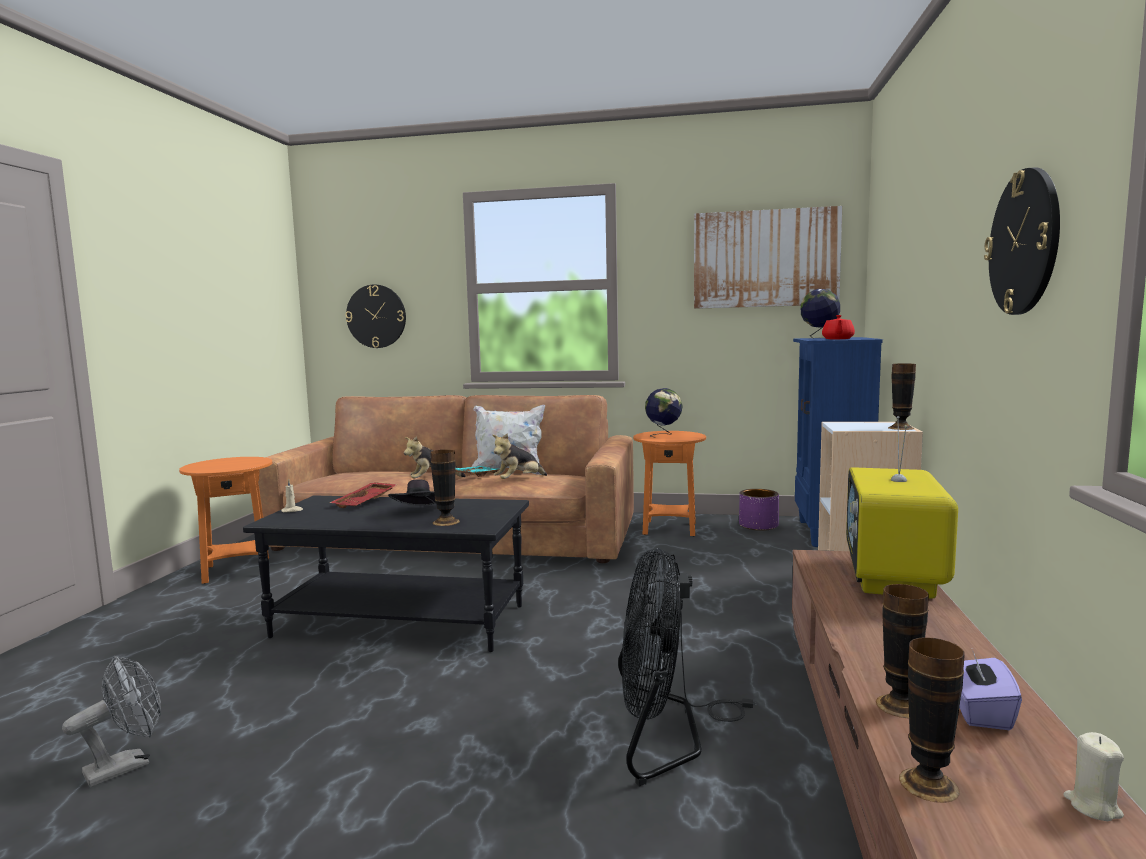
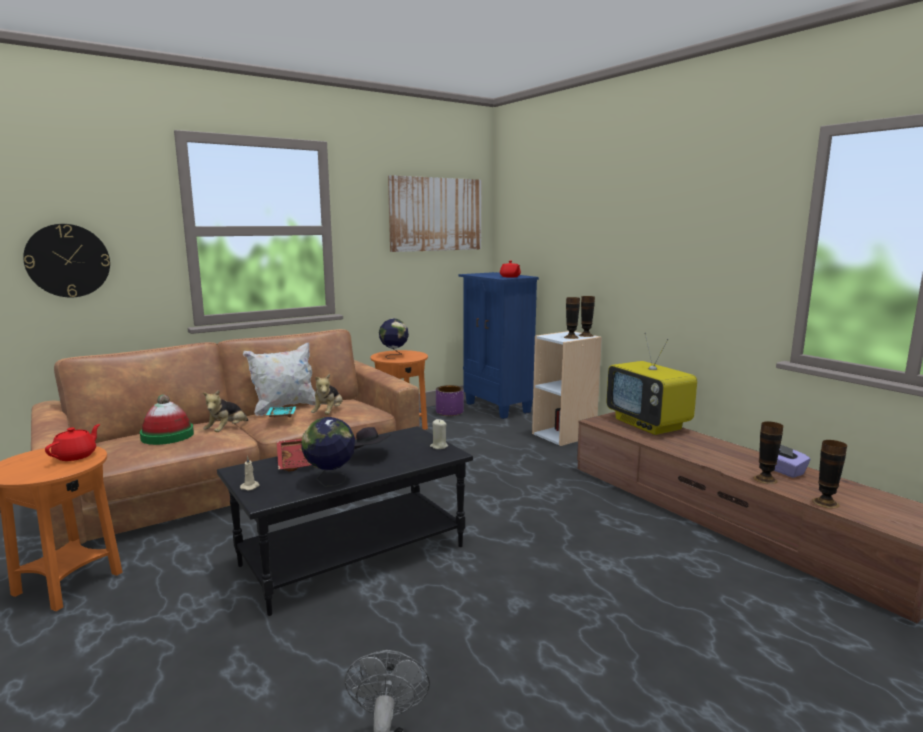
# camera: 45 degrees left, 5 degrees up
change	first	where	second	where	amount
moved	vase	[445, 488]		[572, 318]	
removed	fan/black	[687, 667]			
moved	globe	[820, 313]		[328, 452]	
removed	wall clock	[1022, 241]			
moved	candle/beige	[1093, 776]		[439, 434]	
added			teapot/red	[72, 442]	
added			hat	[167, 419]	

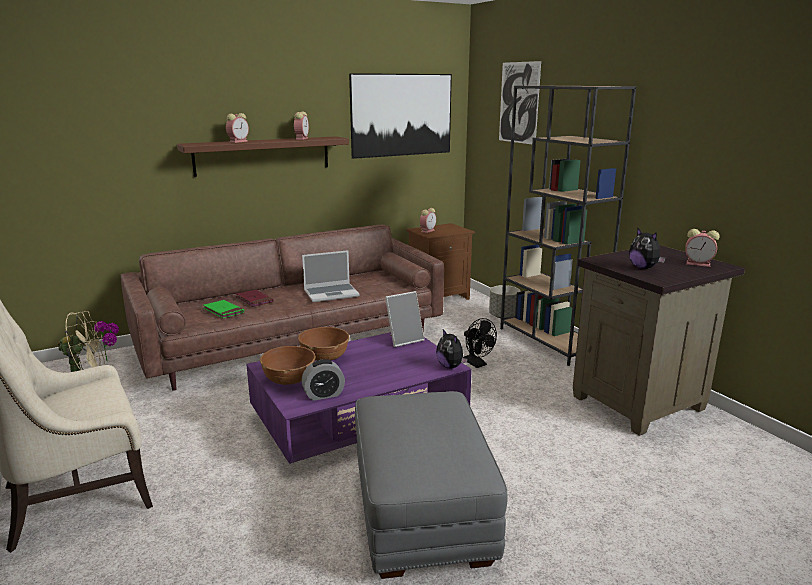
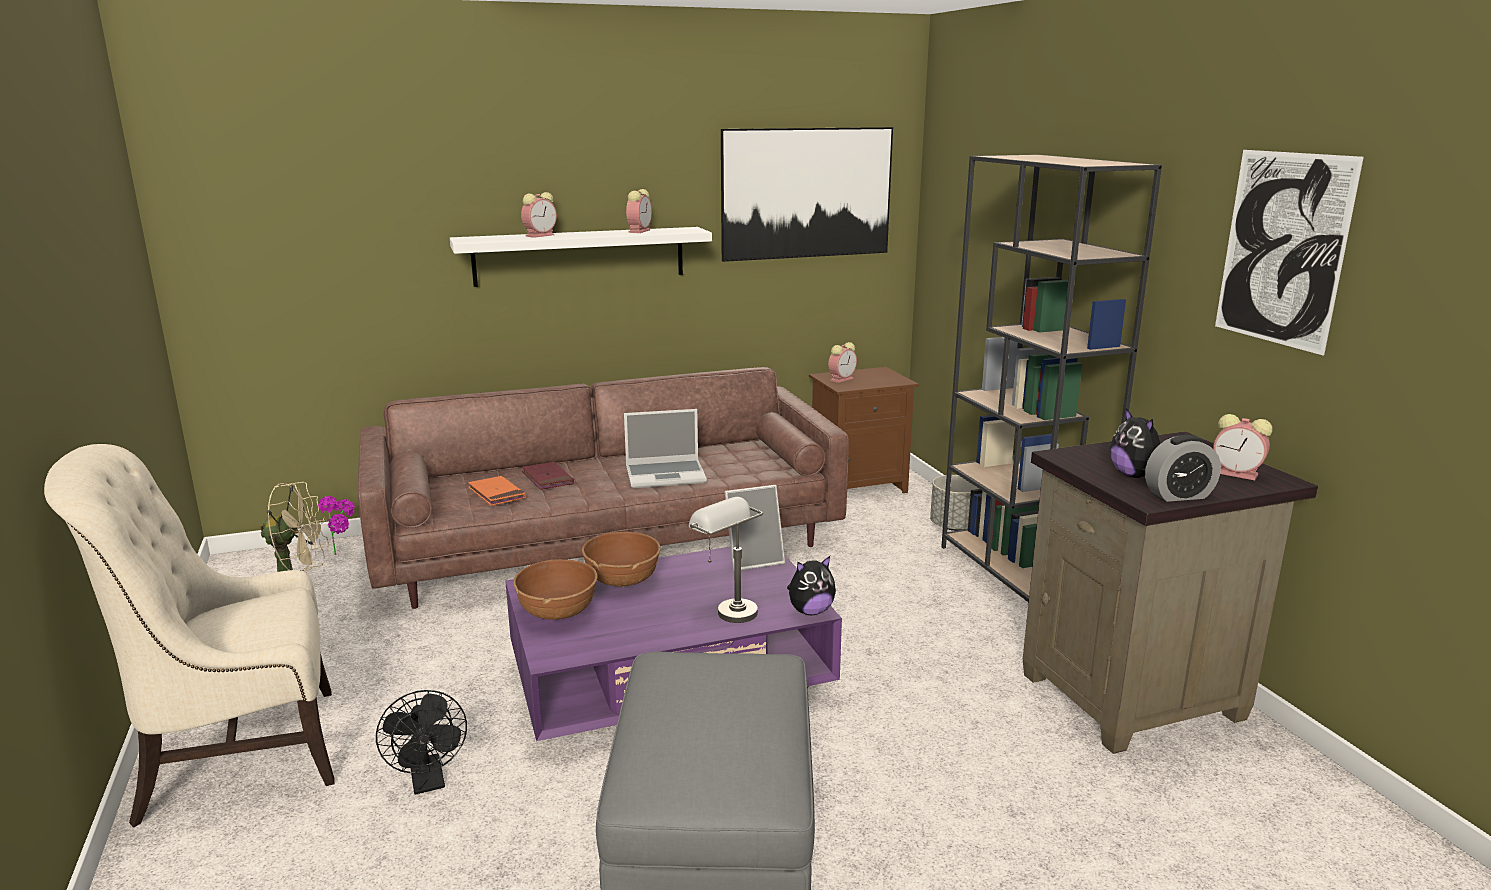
# camera: 10 degrees right, 0 degrees up
change	first	where	second	where	amount
recoloured	shelf/brown	[263, 156]	shelf/white	[581, 257]	
recoloured	book/green	[223, 309]	book/orange	[497, 491]	
moved	alarm clock	[323, 380]		[1183, 468]	
turned	plush toy	[452, 349]		[811, 585]	90 degrees counterclockwise
moved	fan/black	[480, 343]		[421, 742]	
moved	picture	[520, 102]		[1289, 253]	
added			table lamp/grey	[726, 560]	

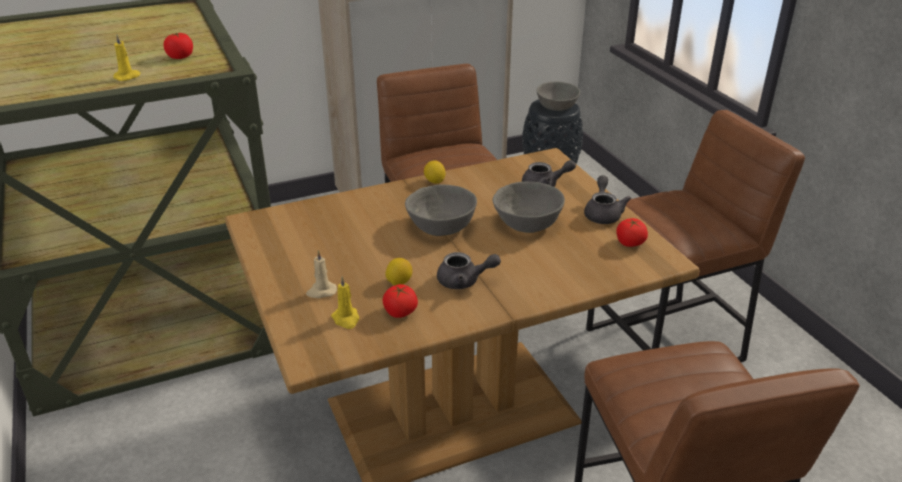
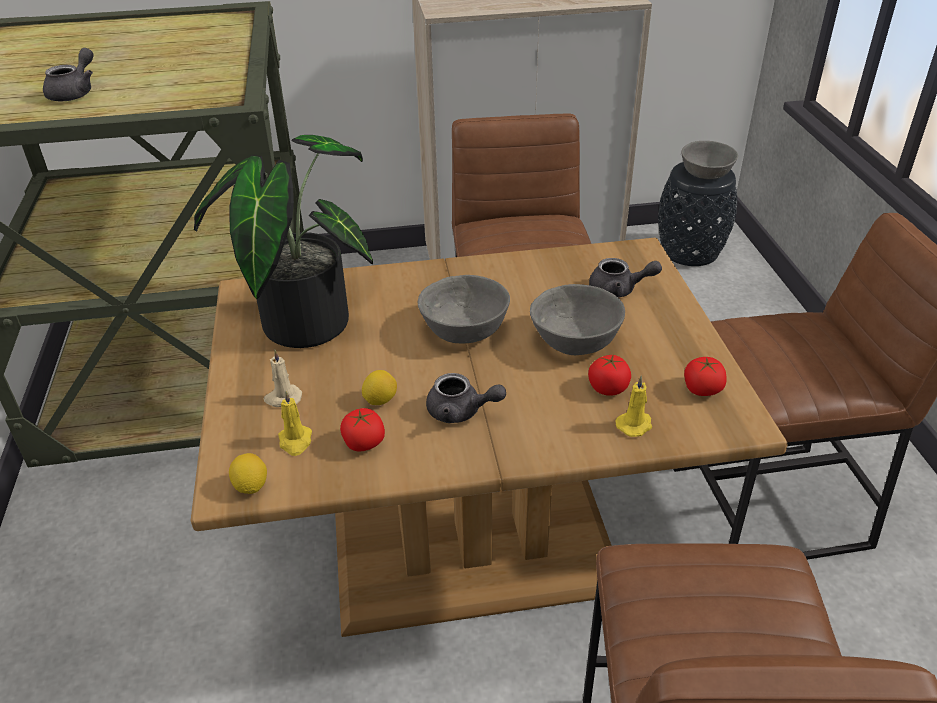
# camera: 15 degrees right, 5 degrees up
change	first	where	second	where	amount
moved	candle/yellow	[127, 57]		[633, 406]	
moved	tomato	[178, 46]		[609, 375]	
moved	lemon	[434, 172]		[248, 473]	
moved	teapot/grey	[607, 199]		[68, 74]	
added			potted plant	[283, 241]	

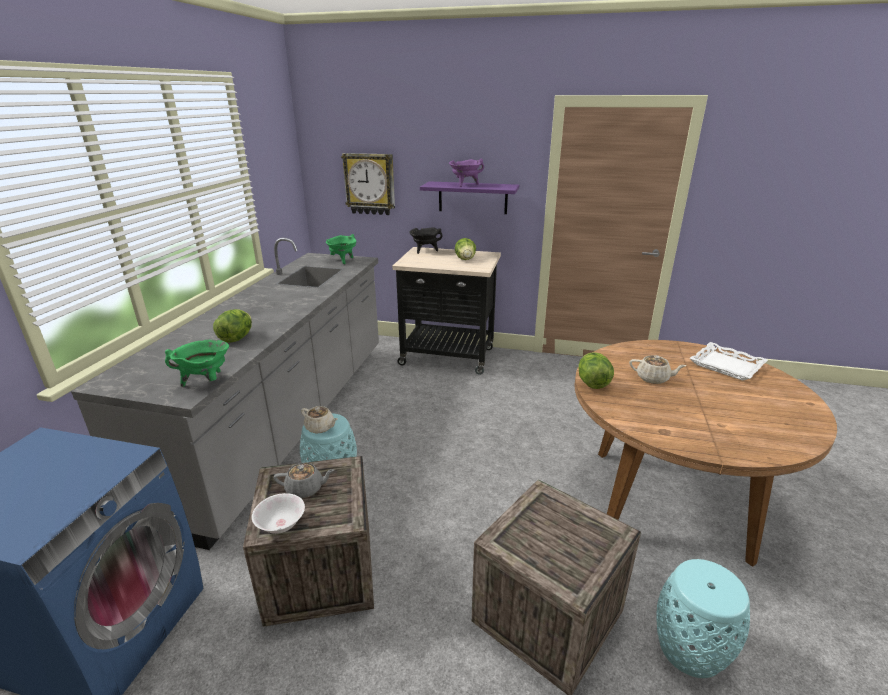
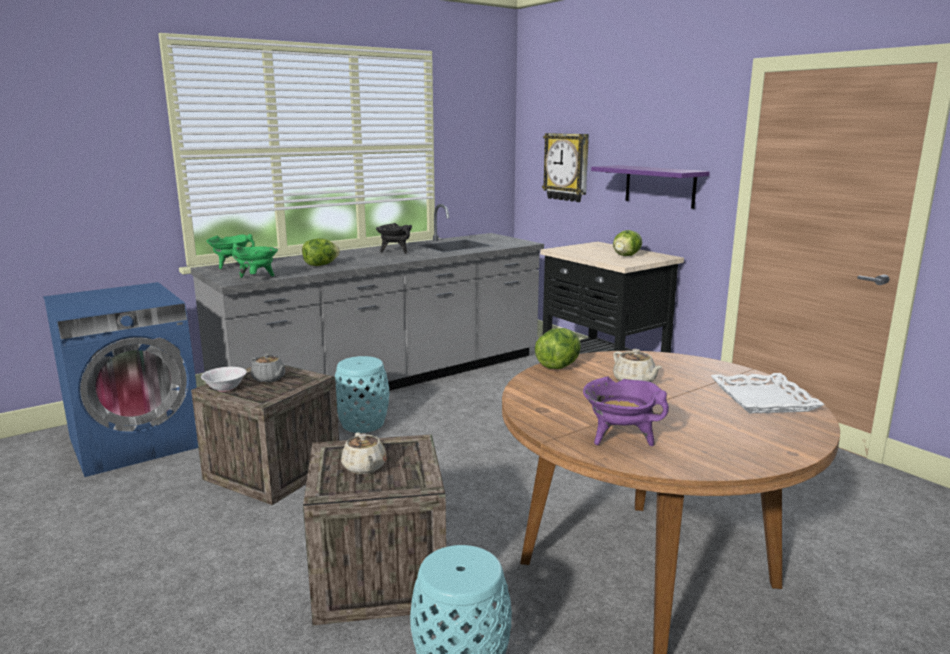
# camera: 40 degrees right, 10 degrees down
change	first	where	second	where	amount
moved	teapot/beige	[319, 419]		[363, 453]	
moved	cooking pot/green	[341, 249]		[231, 251]	
moved	cooking pot/black	[425, 240]		[394, 238]	
moved	cooking pot/purple	[466, 172]		[626, 411]	

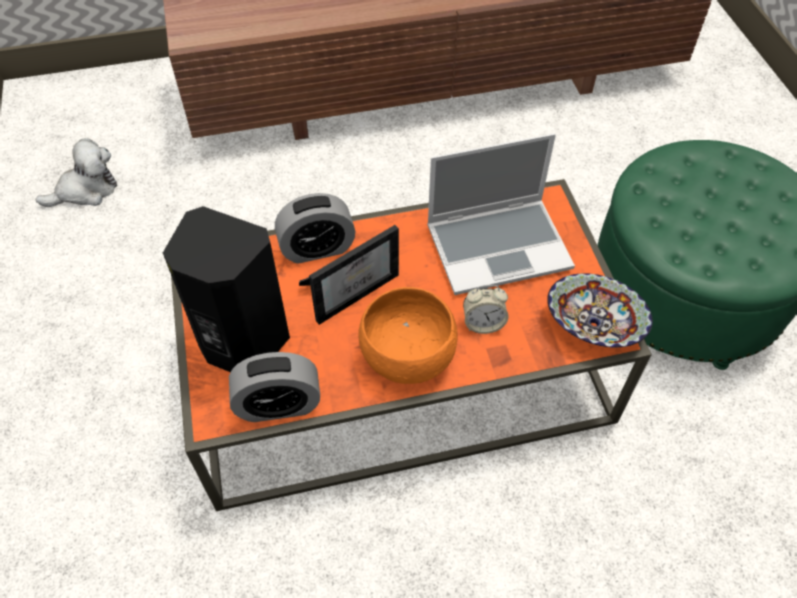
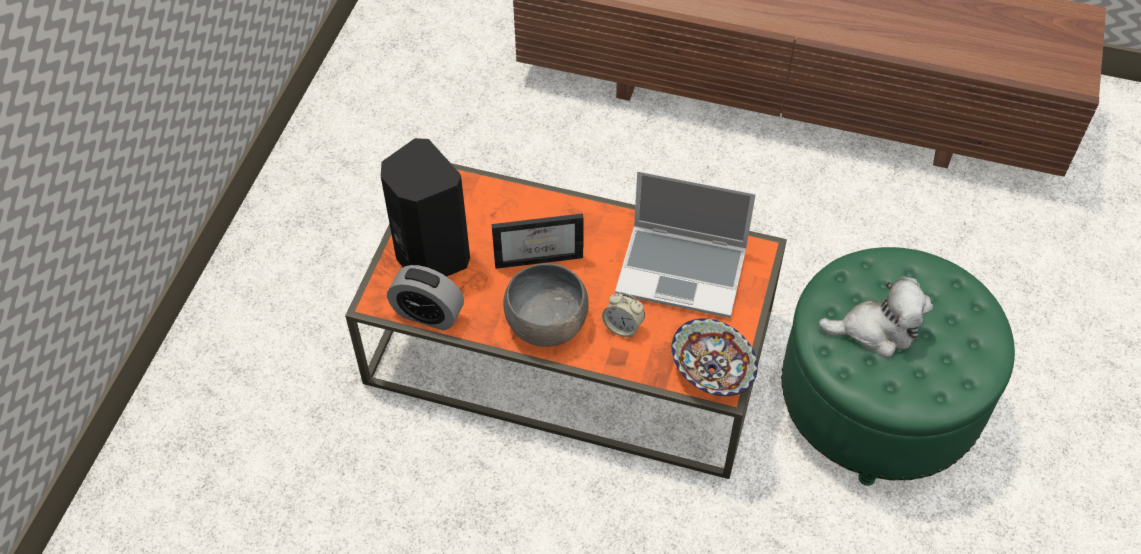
# camera: 30 degrees right, 0 degrees up
change	first	where	second	where	amount
moved	plush toy	[76, 172]		[875, 317]	
removed	alarm clock	[315, 228]			
recoloured	bowl/orange	[408, 335]	bowl/grey	[546, 305]	

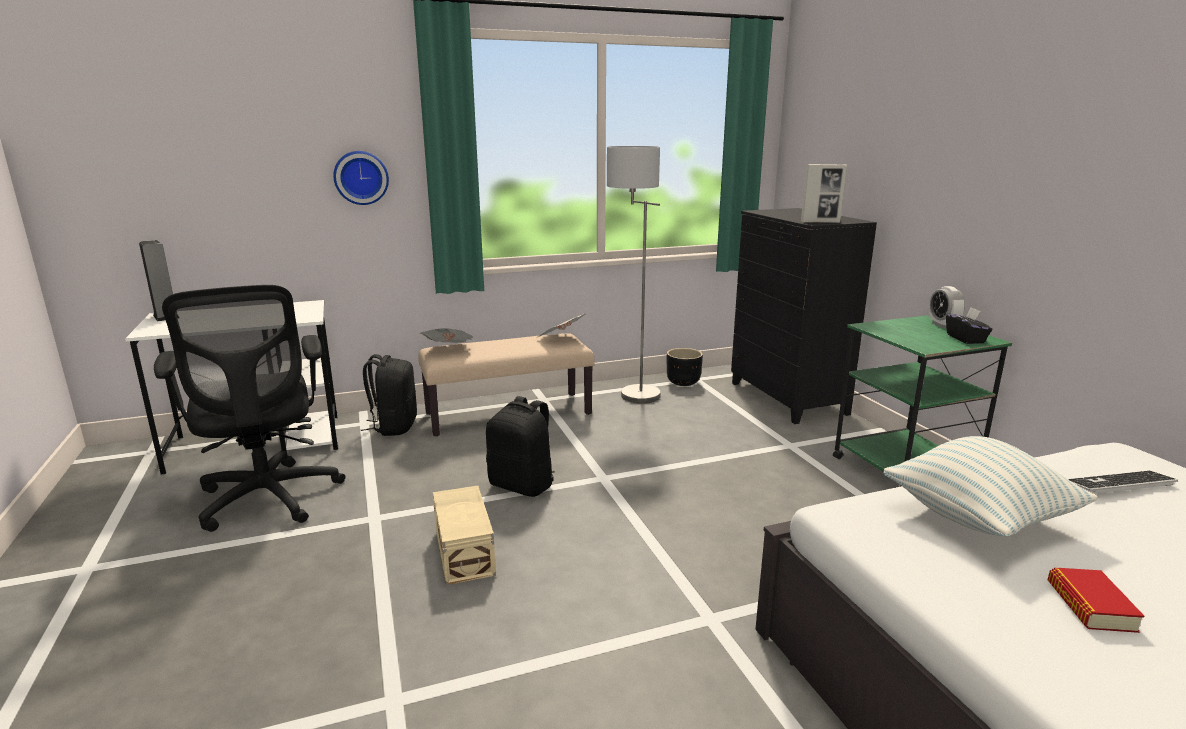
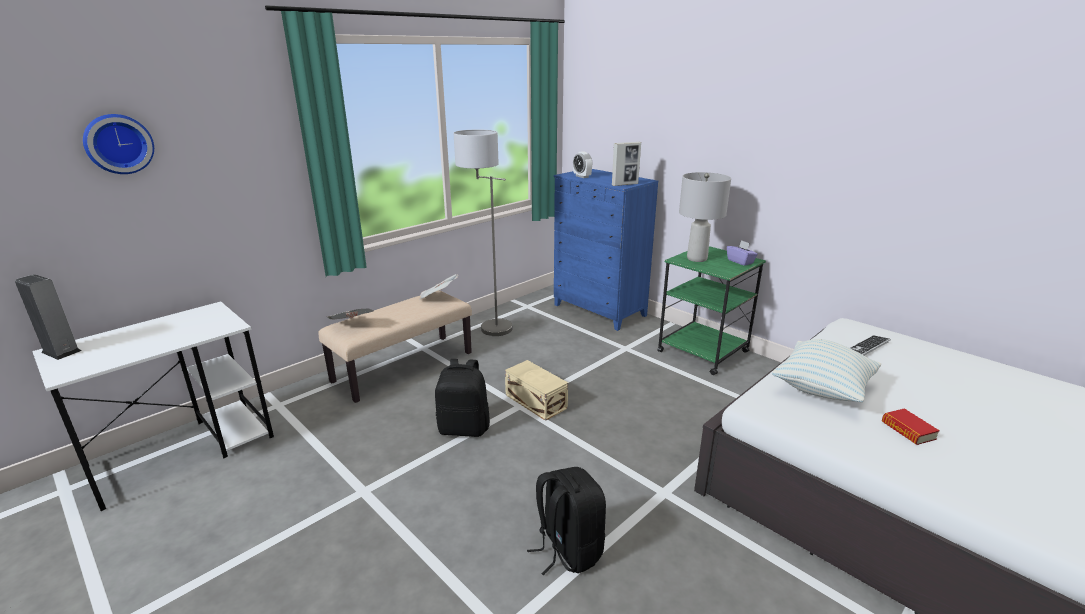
# camera: 25 degrees left, 5 degrees up
change	first	where	second	where	amount
removed	office chair/black	[249, 408]			
moved	wall clock	[361, 178]		[118, 144]	
moved	backpack/black	[389, 395]		[566, 521]	
moved	storage box/beige	[464, 535]		[536, 390]	
removed	planter/black	[685, 367]			
recoloured	dresser/black	[804, 316]	dresser/blue	[606, 250]	
moved	alarm clock	[947, 307]		[582, 164]	
recoloured	tissue box/black	[969, 325]	tissue box/purple	[742, 253]	
added			table lamp/grey	[705, 217]	

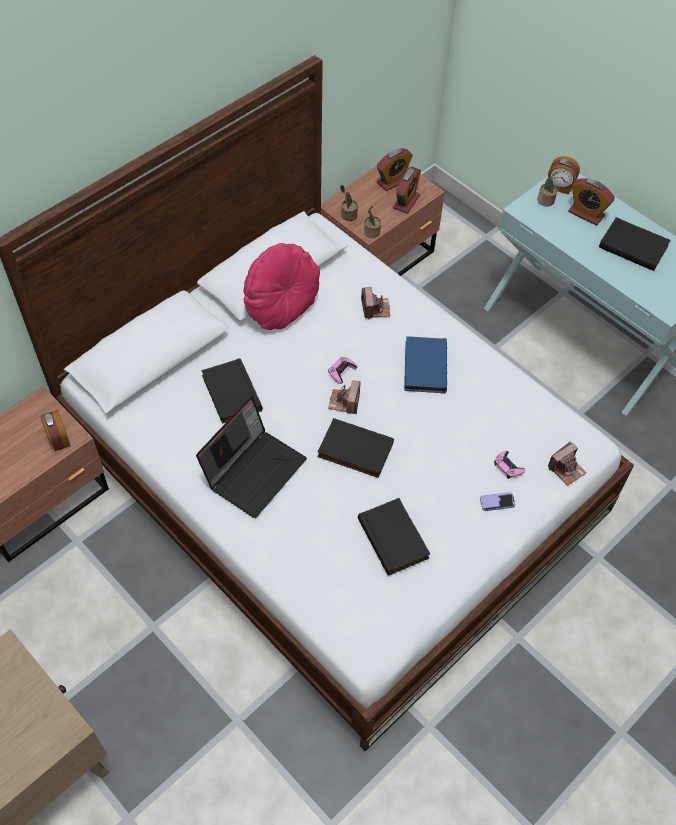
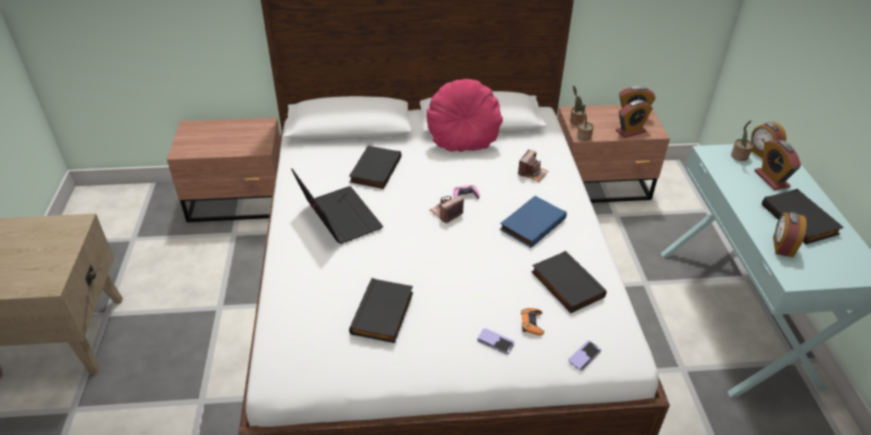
# camera: 40 degrees right, 15 degrees down
change	first	where	second	where	amount
moved	alarm clock	[56, 430]		[790, 234]	
turned	laptop	[251, 457]		[337, 206]	105 degrees counterclockwise
moved	book/black	[355, 448]		[569, 282]	
recoloured	game controller/pink	[509, 465]	game controller/orange	[532, 321]	
replaced	photo camera	[567, 463]	phone	[584, 355]	

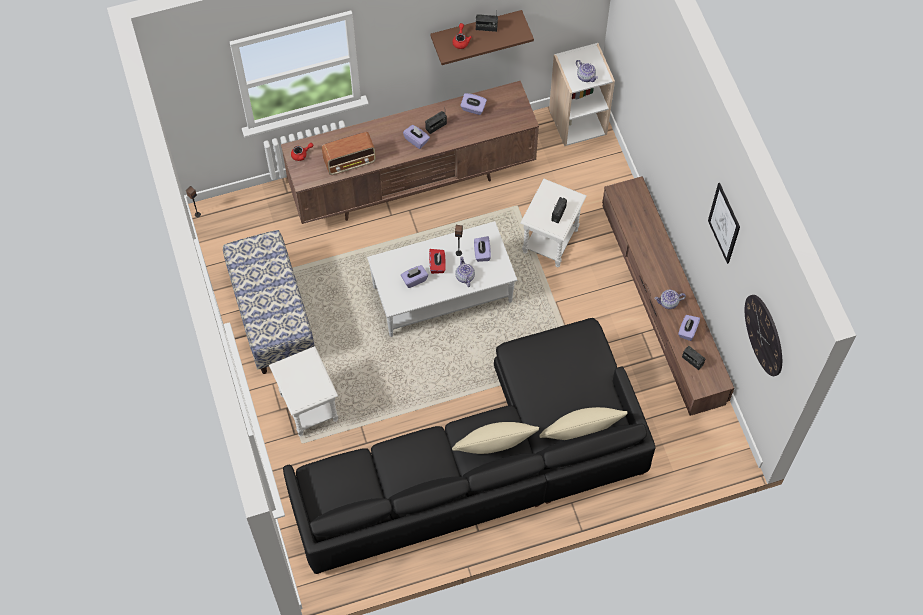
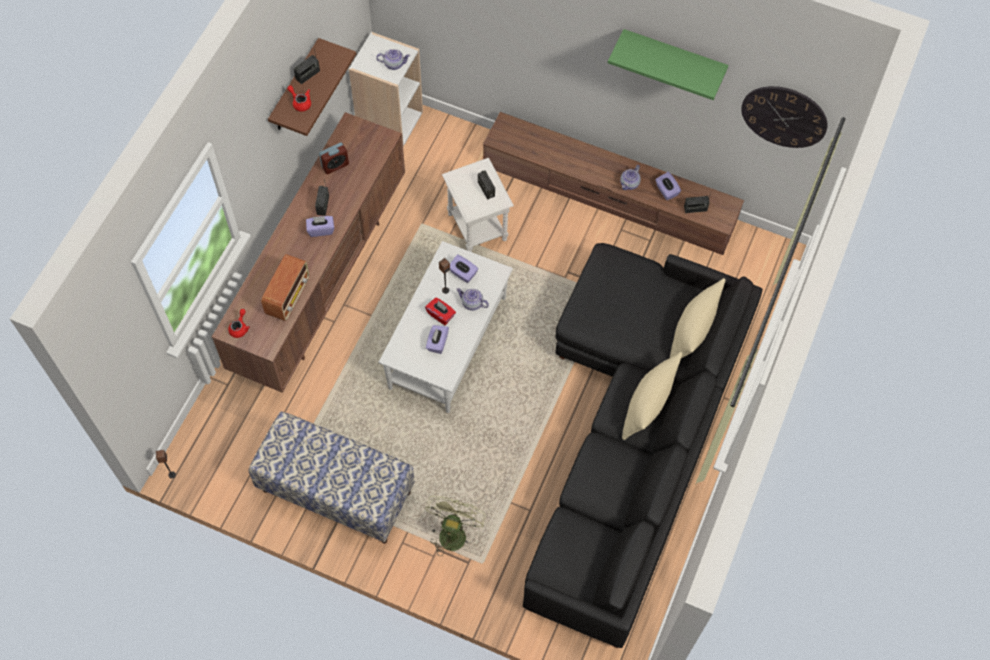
# camera: 50 degrees left, 0 degrees up
change	first	where	second	where	amount
replaced	side table/white	[303, 391]	fan/green	[455, 526]	
replaced	tissue box/purple	[473, 104]	alarm clock	[334, 158]	
replaced	picture	[724, 223]	shelf/green	[668, 64]	

